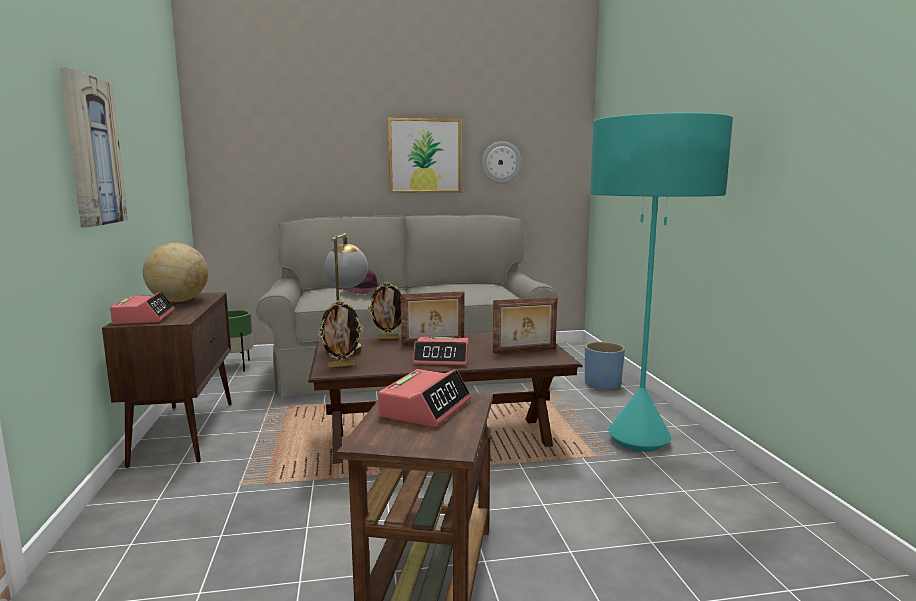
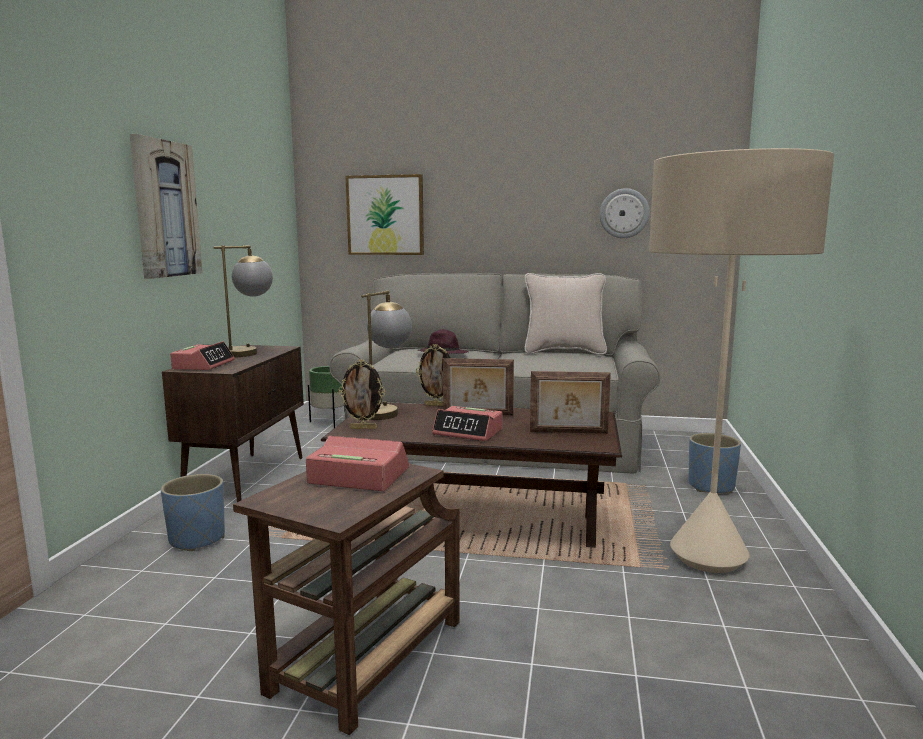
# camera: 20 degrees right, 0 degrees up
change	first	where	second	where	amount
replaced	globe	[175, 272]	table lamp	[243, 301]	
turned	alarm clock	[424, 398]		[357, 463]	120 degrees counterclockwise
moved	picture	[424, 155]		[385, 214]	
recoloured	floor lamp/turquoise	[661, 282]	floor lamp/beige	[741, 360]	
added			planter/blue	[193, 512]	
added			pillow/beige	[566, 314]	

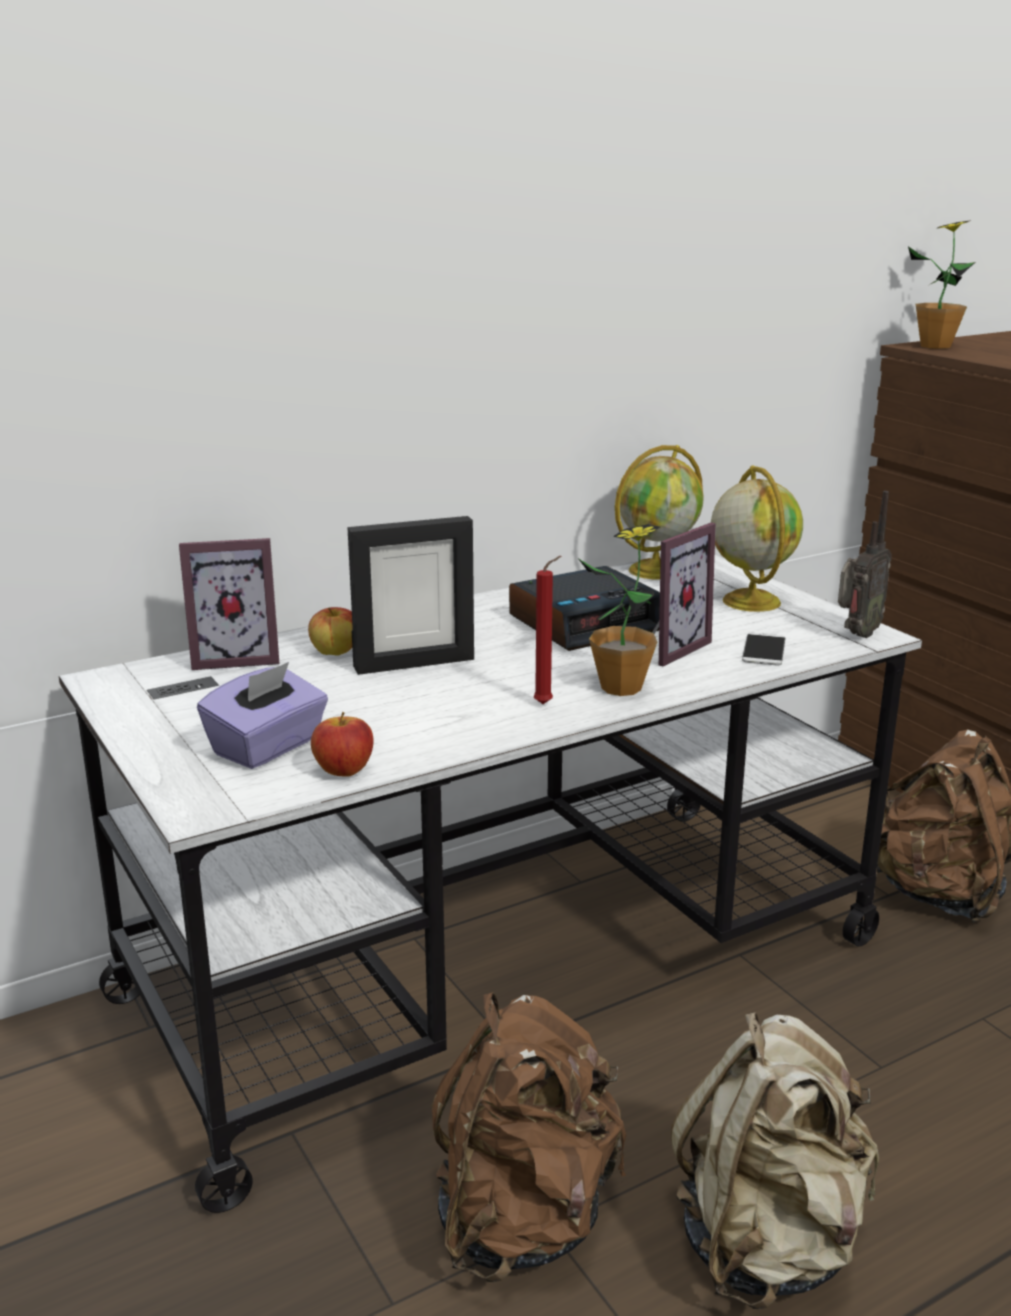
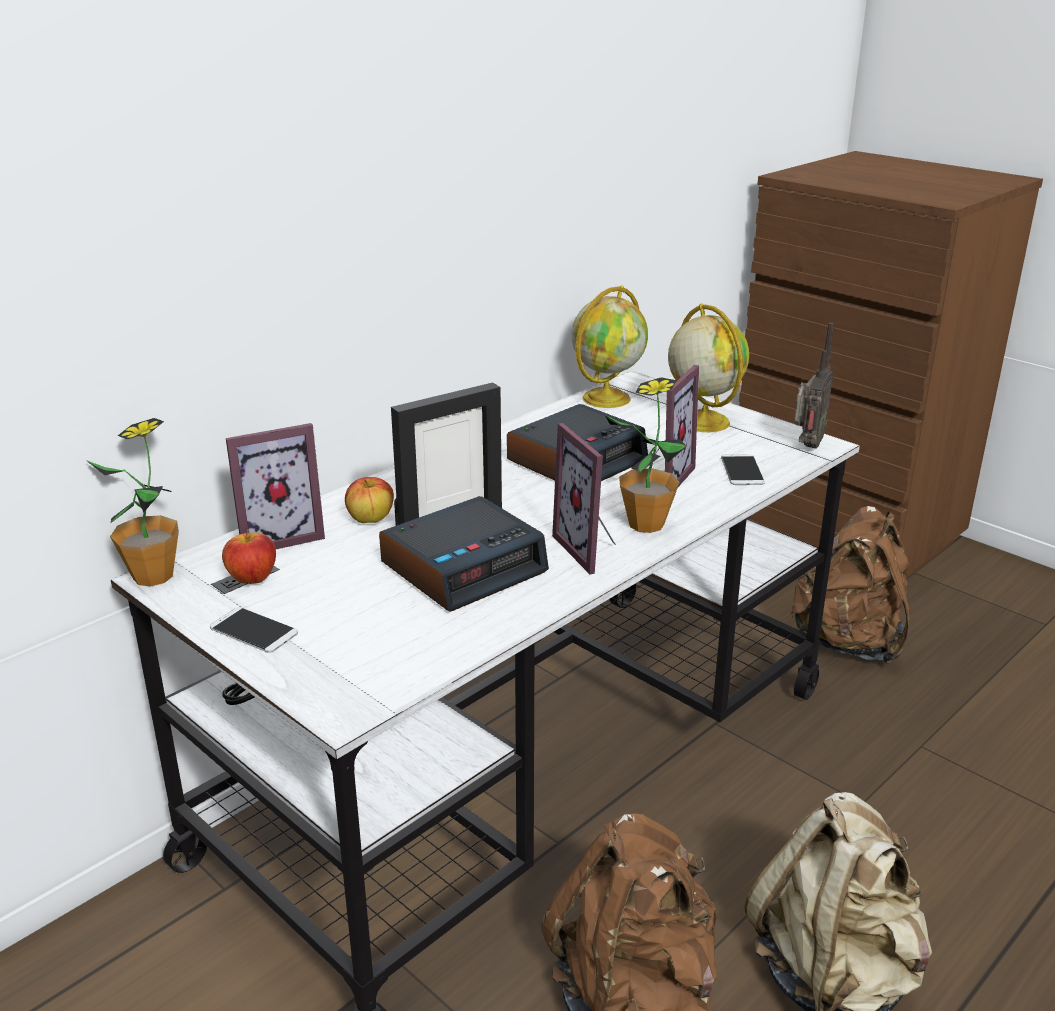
# camera: 15 degrees left, 5 degrees up
change	first	where	second	where	amount
removed	tissue box/purple	[262, 715]			
moved	apple	[342, 744]		[249, 557]	
replaced	candle/red	[547, 630]	picture frame	[584, 498]	
moved	potted plant	[941, 284]		[132, 502]	
added			phone	[254, 630]	
added			alarm clock	[464, 554]	

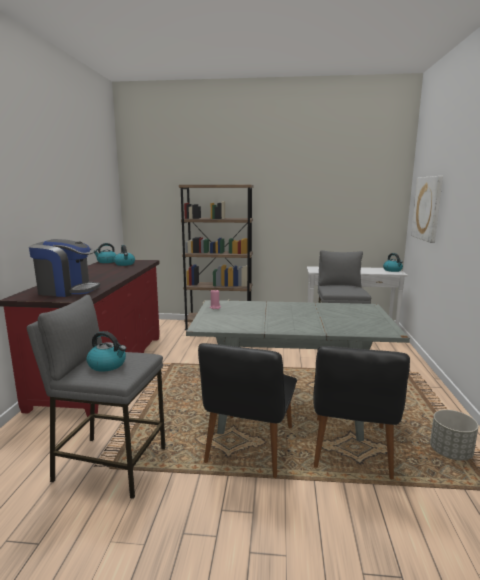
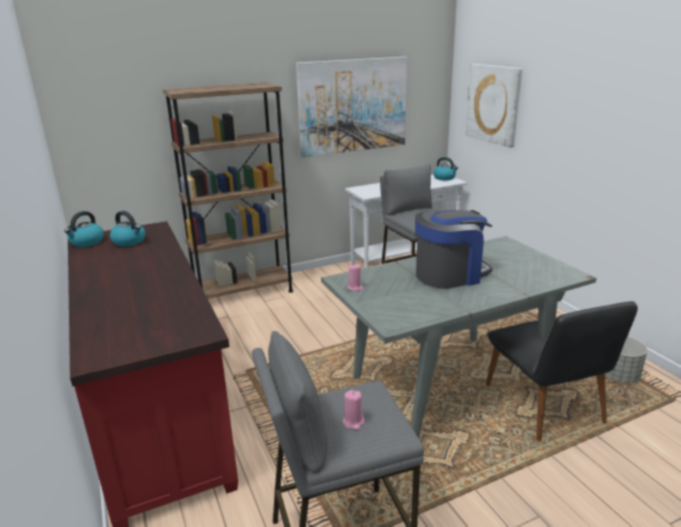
# camera: 30 degrees left, 10 degrees up
change	first	where	second	where	amount
moved	coffee machine	[64, 268]		[453, 249]	
replaced	kettle	[106, 351]	candle/pink	[354, 410]	
removed	chair/black	[247, 411]			
added			picture	[351, 107]	

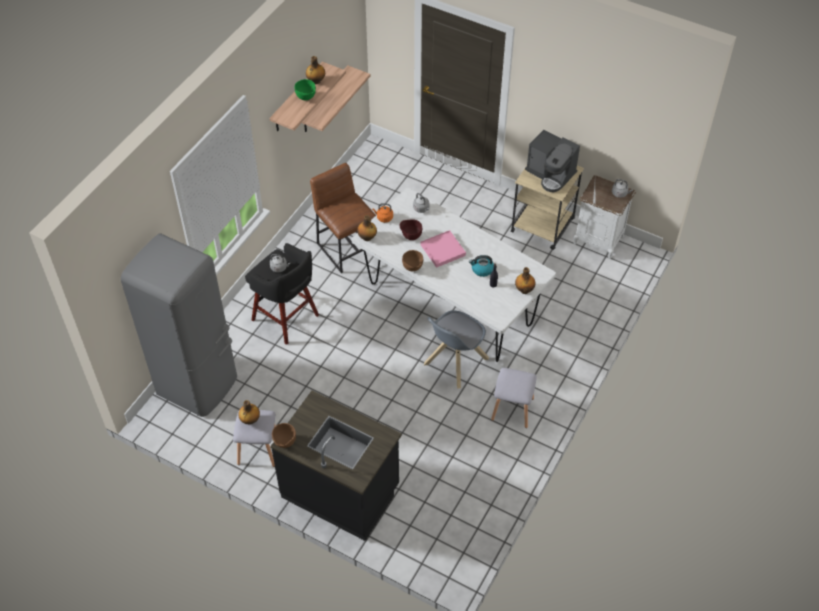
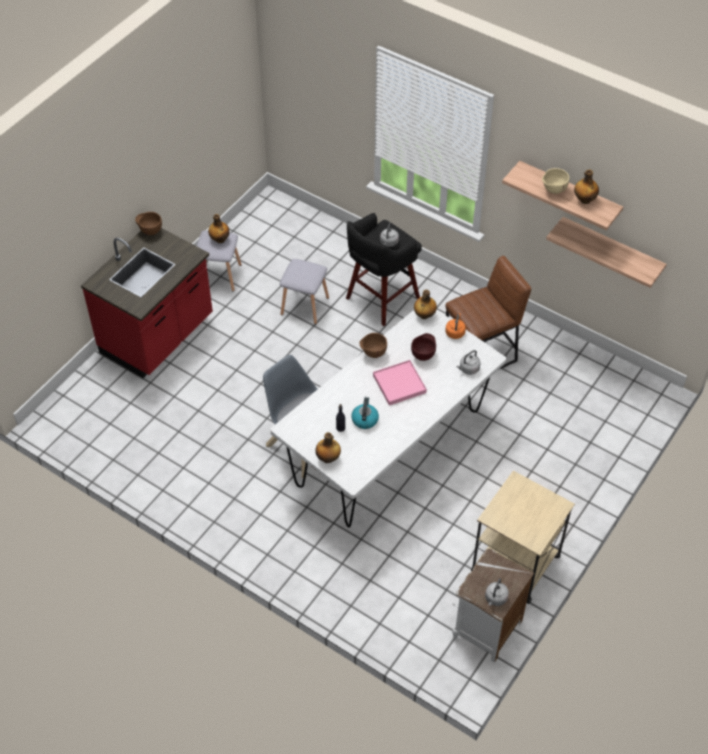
# camera: 95 degrees right, 0 degrees up
change	first	where	second	where	amount
removed	fridge/grey	[179, 325]			
recoloured	counter/black	[336, 465]	counter/red	[147, 303]	
recoloured	bowl/green	[305, 89]	bowl/beige	[555, 181]	
moved	stool/grey	[514, 398]		[304, 291]	
removed	coffee machine	[552, 161]			

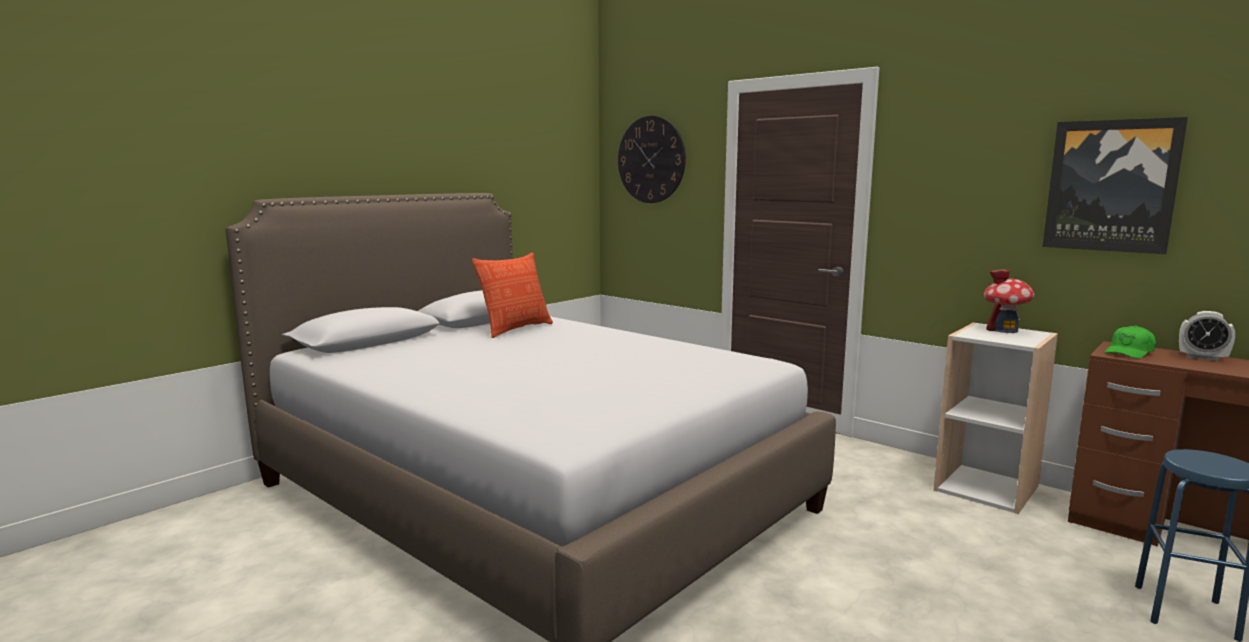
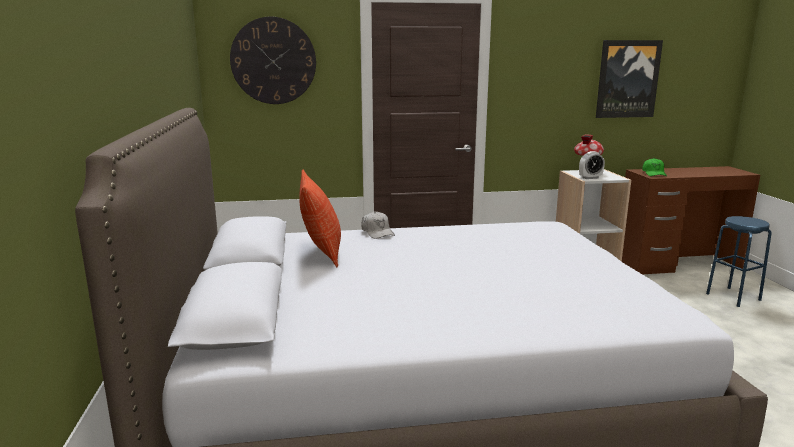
# camera: 50 degrees left, 5 degrees up
change	first	where	second	where	amount
moved	alarm clock	[1207, 336]		[592, 165]	
added			cap/white	[378, 225]	

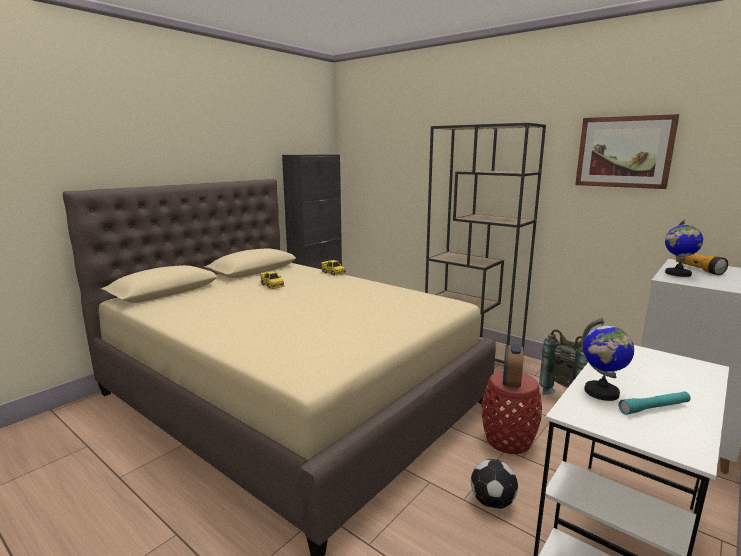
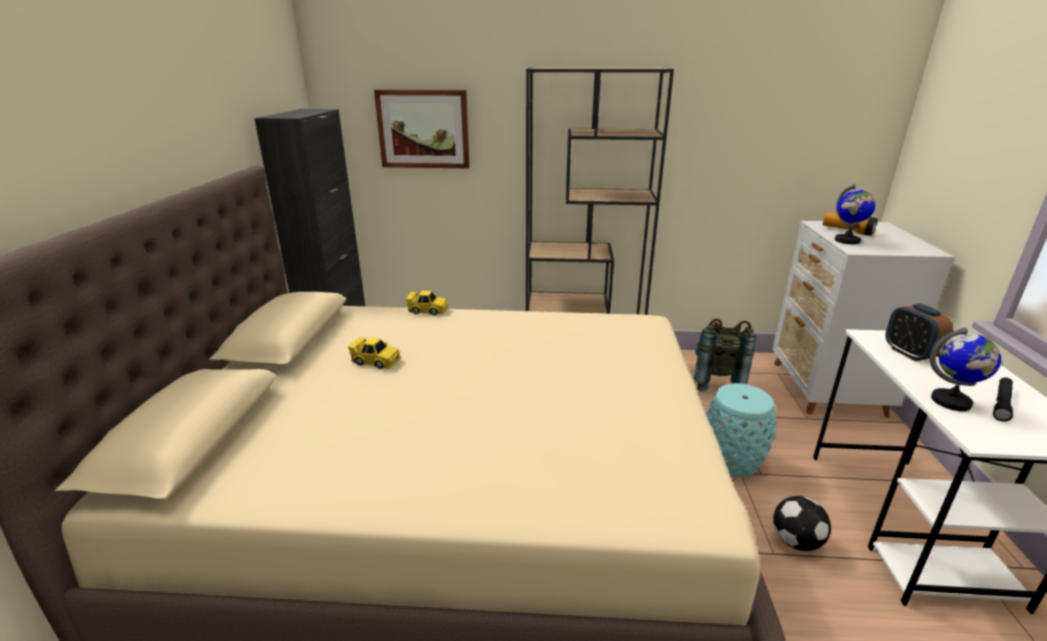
# camera: 35 degrees left, 10 degrees up
change	first	where	second	where	amount
recoloured	stool/red	[512, 412]	stool/turquoise	[741, 430]	
moved	alarm clock	[513, 366]		[919, 332]	
moved	picture	[627, 151]		[422, 129]	
recoloured	flashlight/turquoise	[655, 403]	flashlight/black	[1003, 399]	

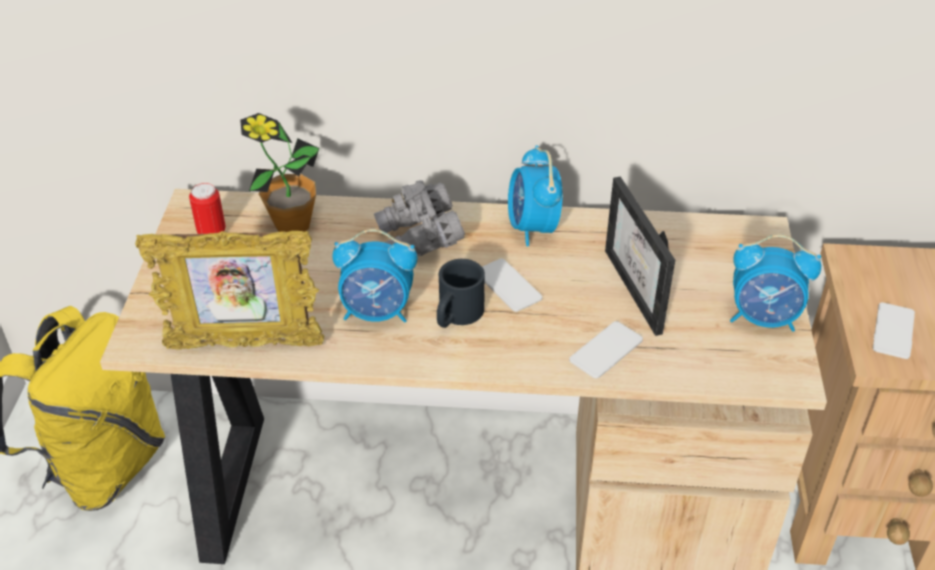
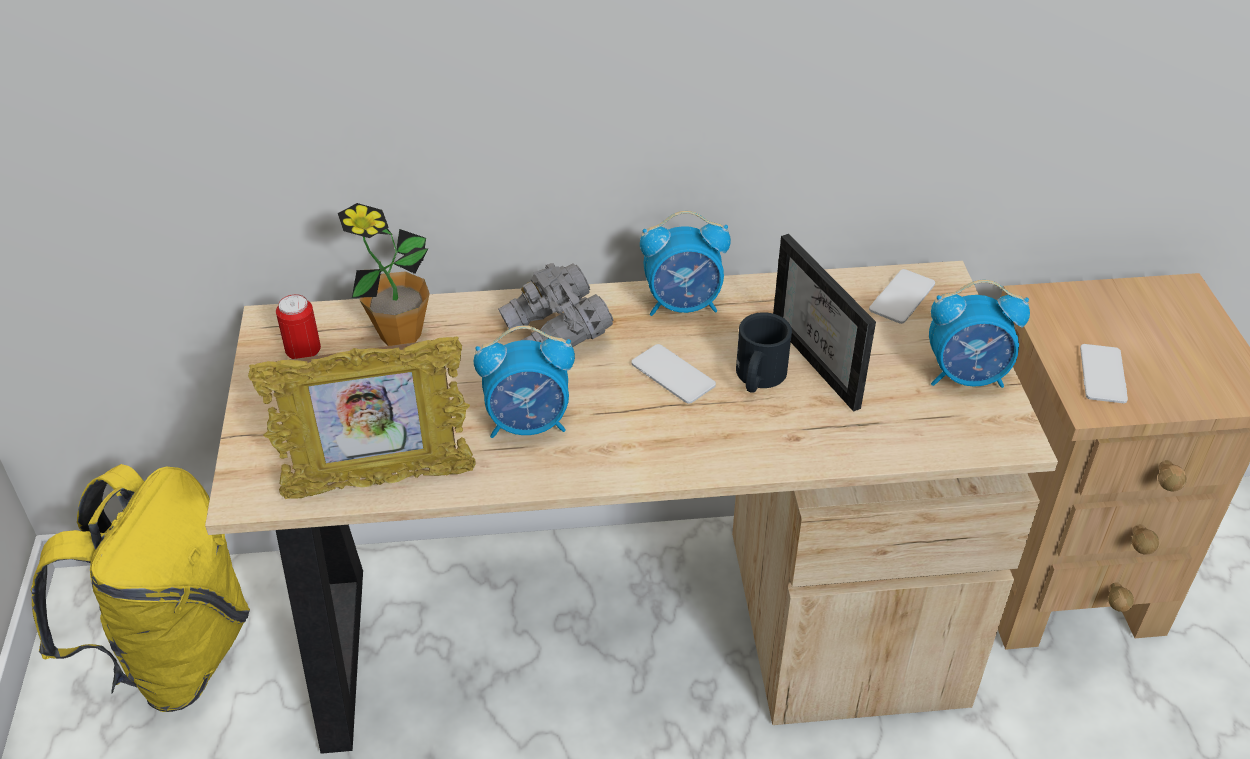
# camera: 10 degrees left, 0 degrees up
change	first	where	second	where	amount
moved	mug/black	[461, 293]		[764, 352]	
turned	alarm clock	[535, 196]		[685, 263]	75 degrees counterclockwise
moved	phone	[606, 350]		[902, 296]	

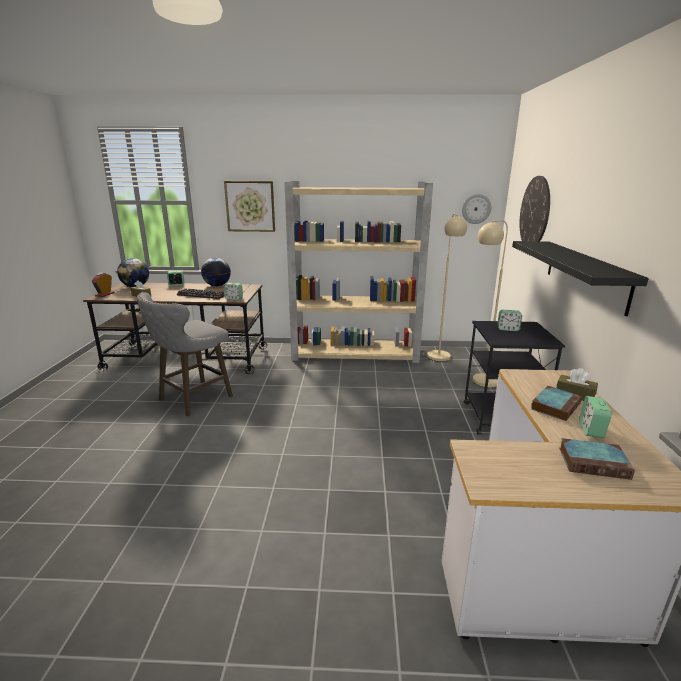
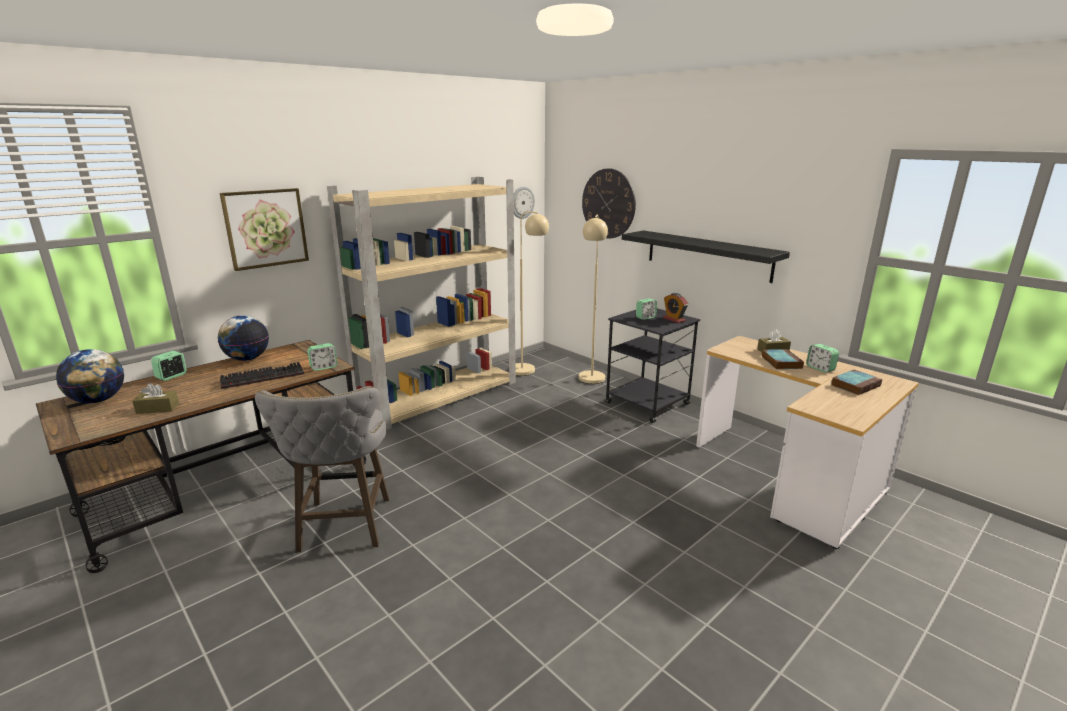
# camera: 45 degrees left, 0 degrees up
change	first	where	second	where	amount
moved	alarm clock	[103, 285]		[675, 308]	

